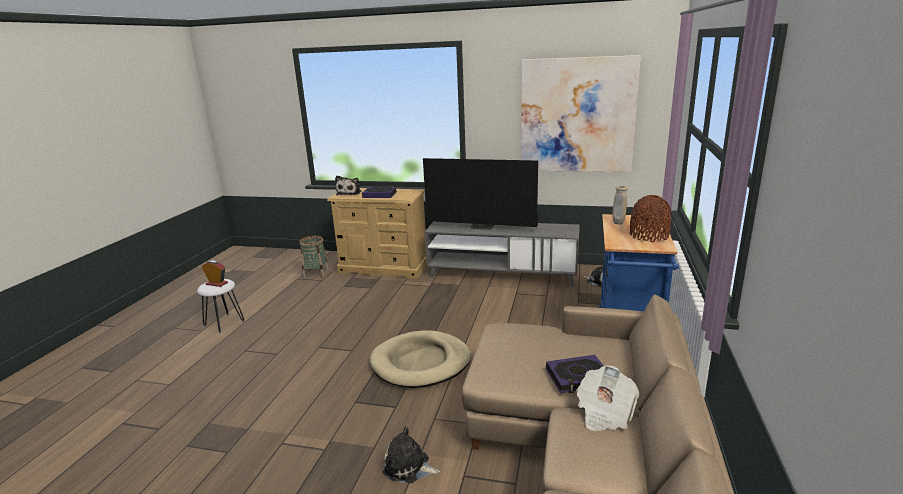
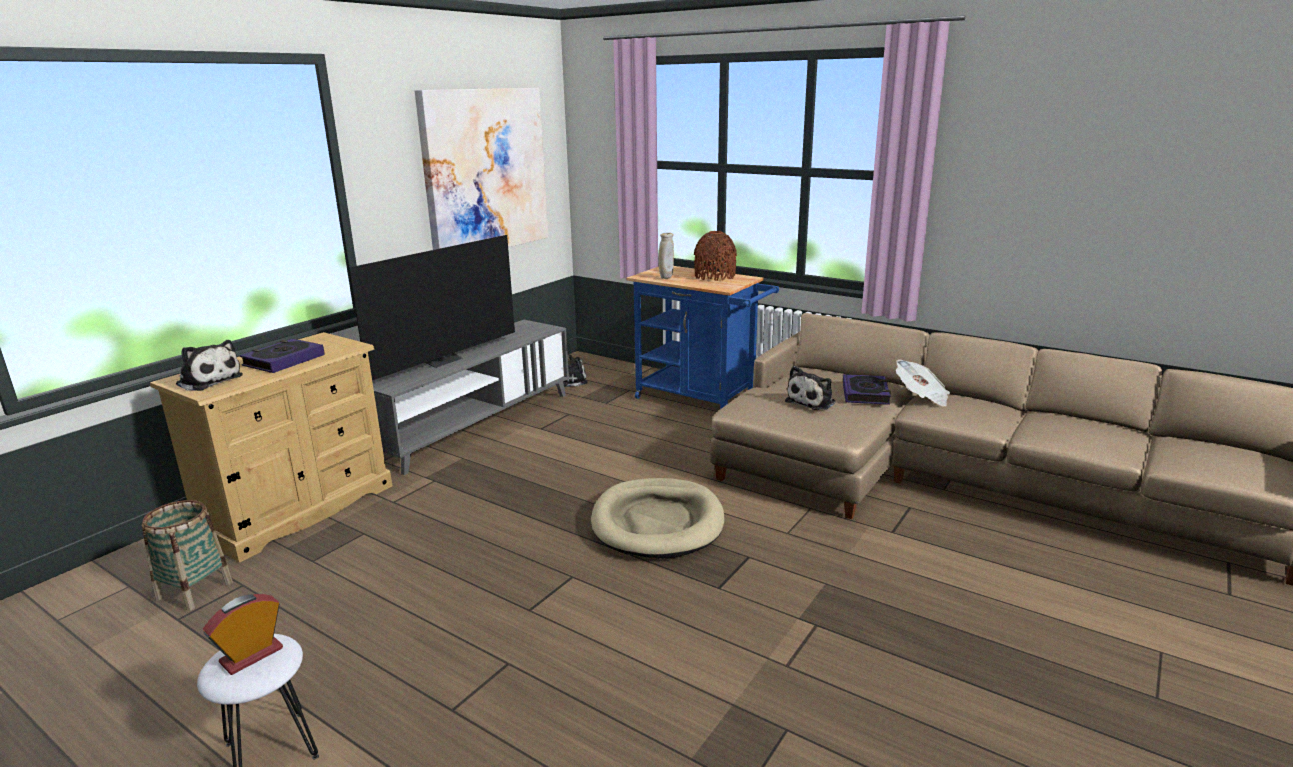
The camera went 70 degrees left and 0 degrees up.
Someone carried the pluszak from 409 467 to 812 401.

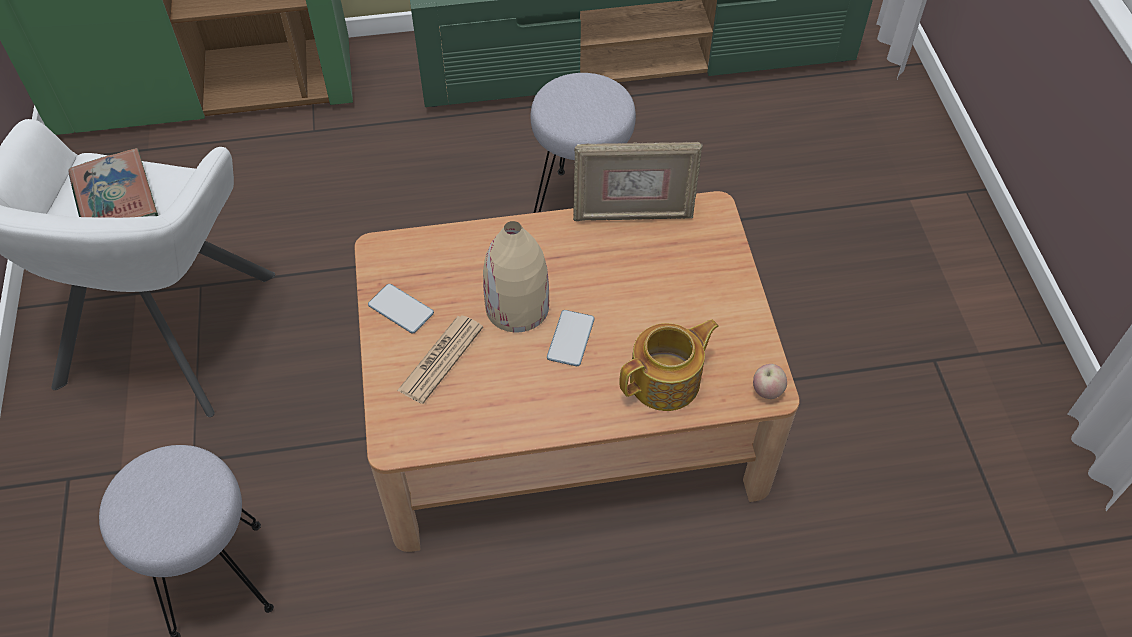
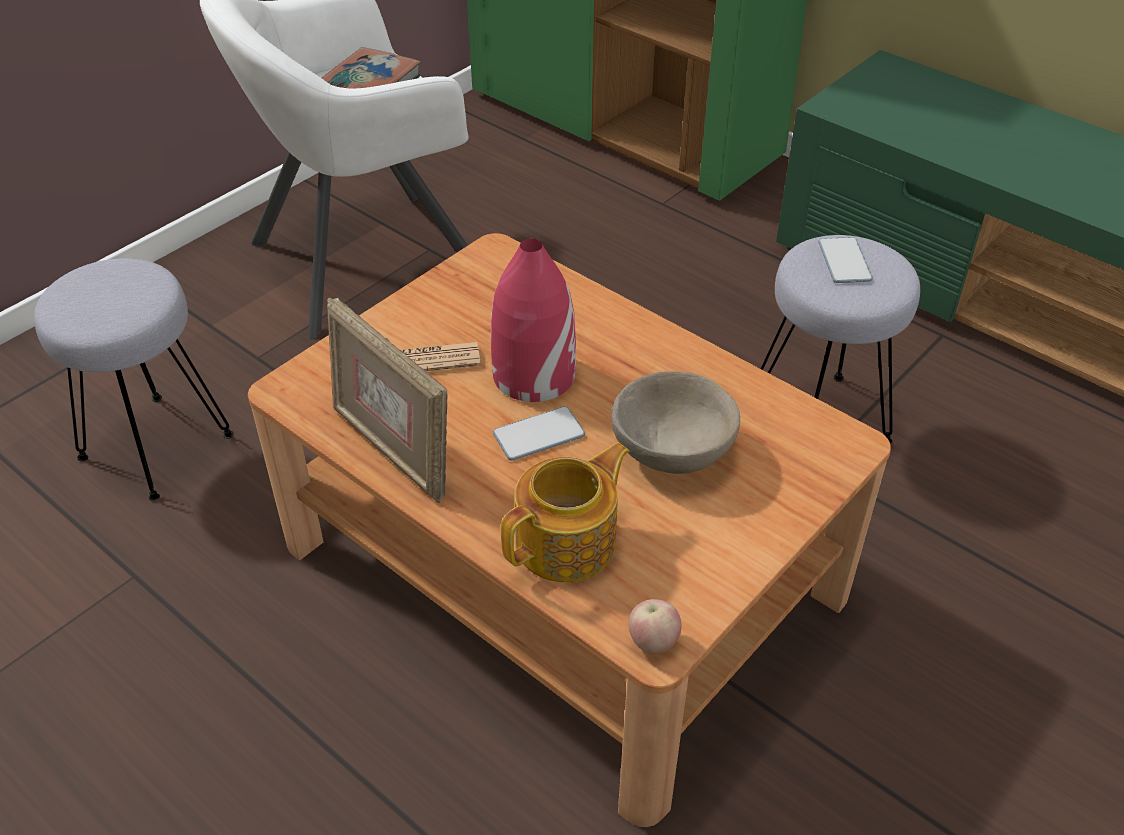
The camera went 50 degrees right and 10 degrees down.
Someone carried the telefon from 401 309 to 844 262.
Someone repainted the wazon (beżowy) at 517 307, which became the wazon (czerwony) at 533 375.
Someone carried the ramka na zdjęcie from 632 215 to 392 450.
Someone rotated the imbryk at 667 381 by 60 degrees counterclockwise.
Someone put down the miska (beżowy) at 673 450.

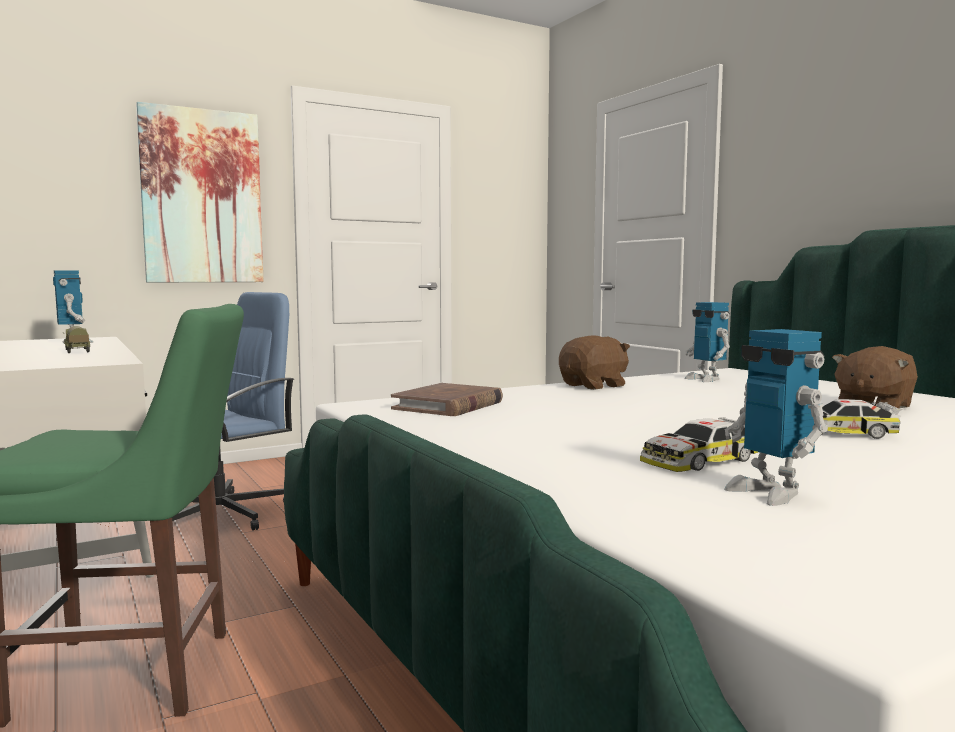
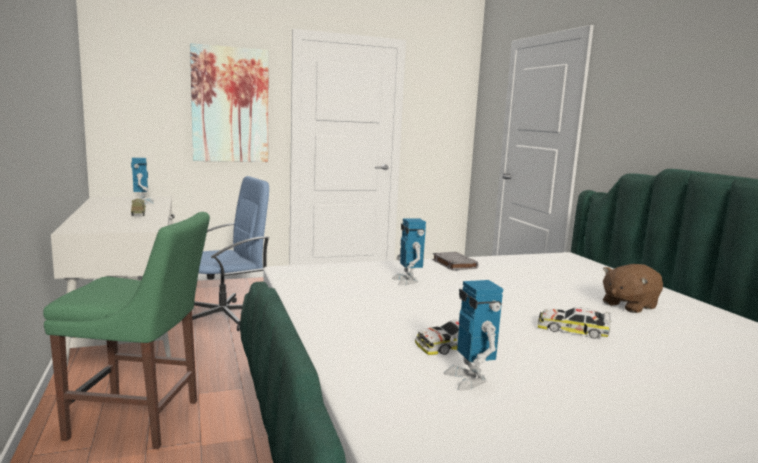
The camera went 10 degrees right and 5 degrees up.
Someone took away the książka (brązowy) at 448 405.
Someone swapped the pluszak (brązowy) at 594 386 for the książka (szary) at 454 264.
Someone carried the robot zabawkowy from 706 379 to 407 281.

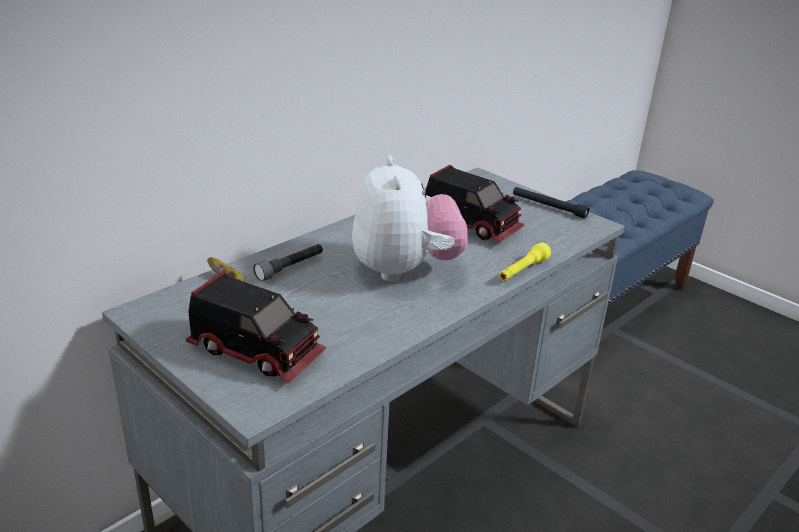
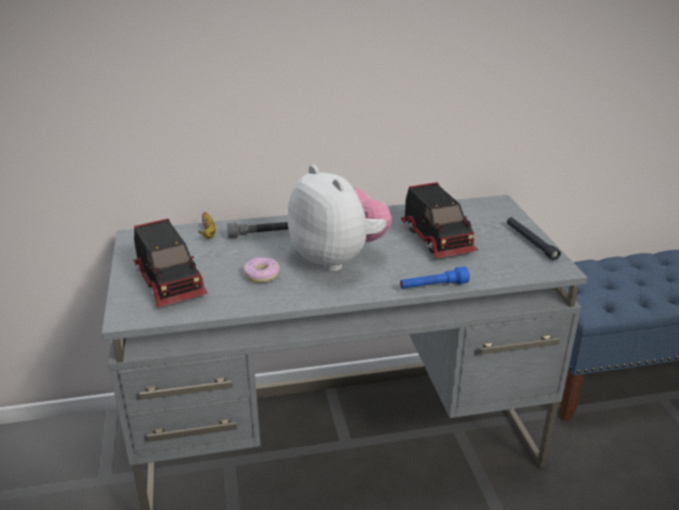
The camera went 35 degrees right and 0 degrees up.
Someone rotated the pluszak at 405 270 by 60 degrees counterclockwise.
Someone repainted the latarka (żółty) at 522 271, which became the latarka (niebieski) at 433 286.
Someone put down the donut at 261 275.

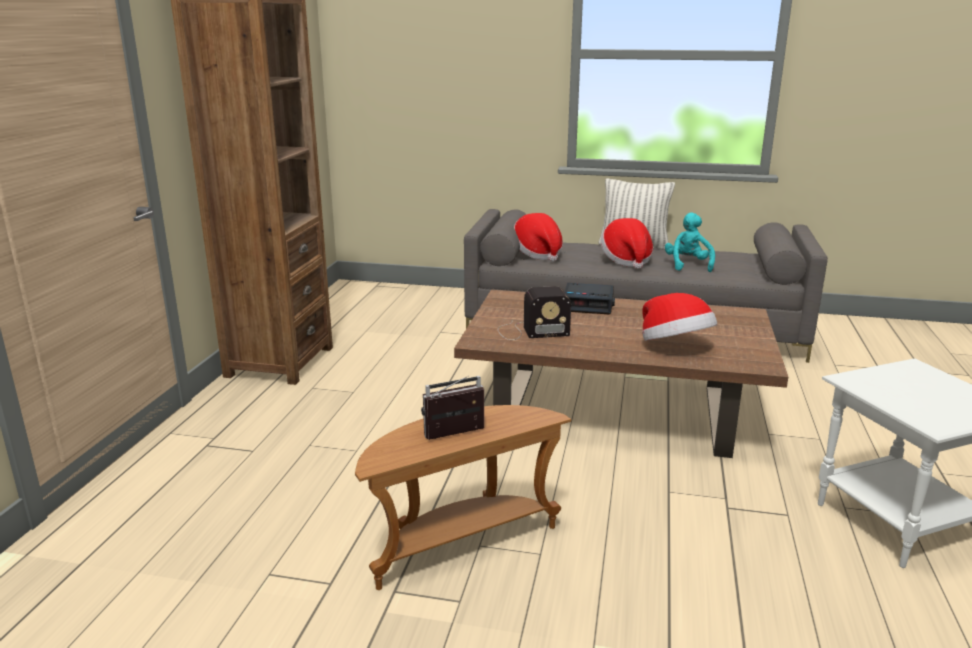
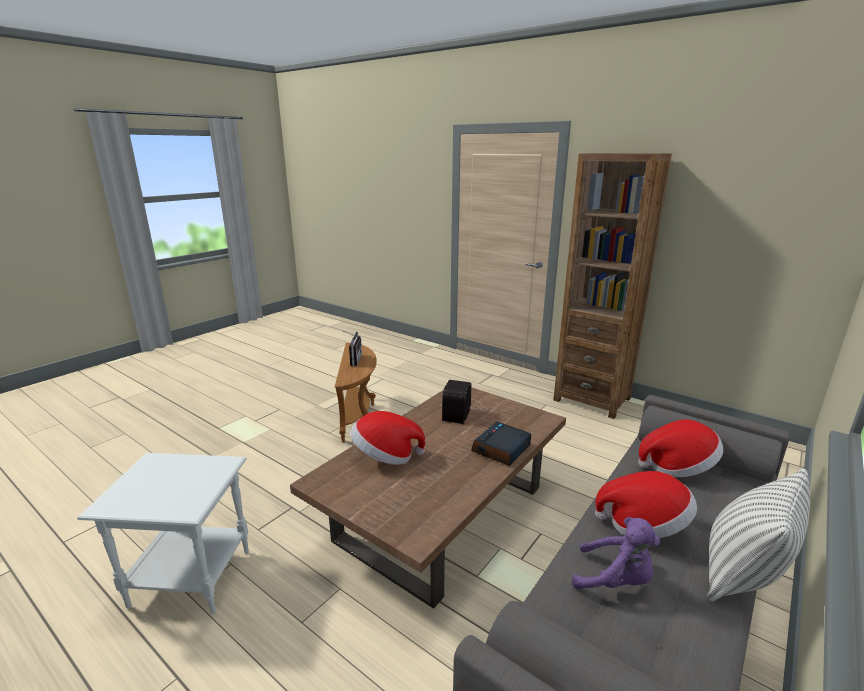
The camera went 115 degrees right and 0 degrees up.
Someone repainted the pluszak (turkusowy) at 688 265, which became the pluszak (fioletowy) at 615 580.

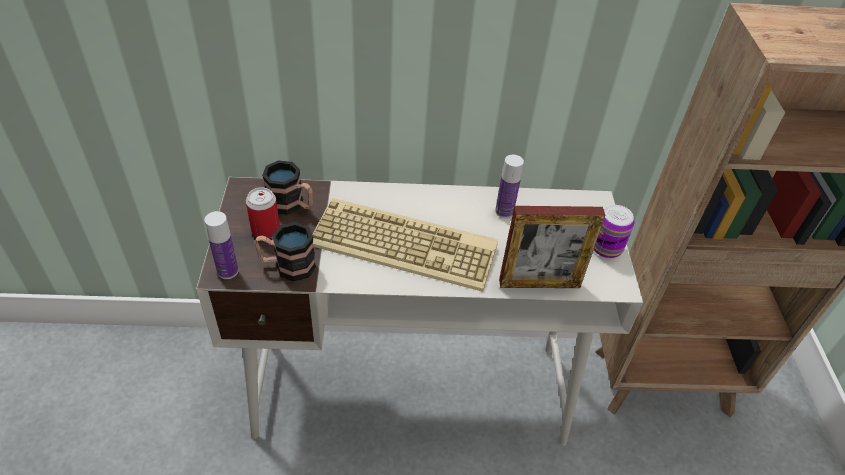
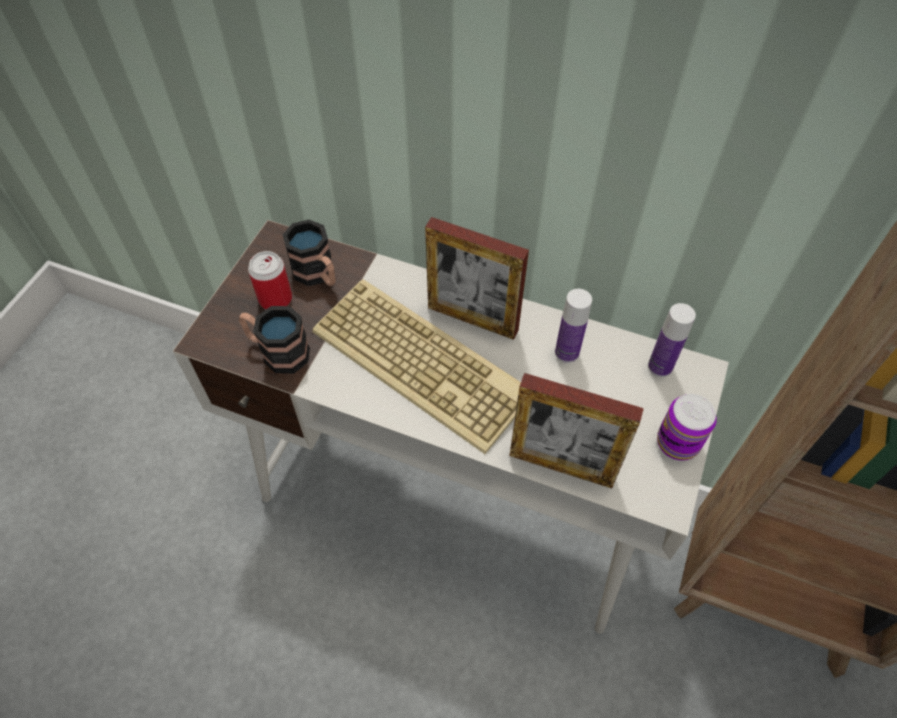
The camera went 25 degrees right and 10 degrees up.
Someone carried the butelka from 227 271 to 660 366.
Someone put down the ramka na zdjęcie at 472 319.

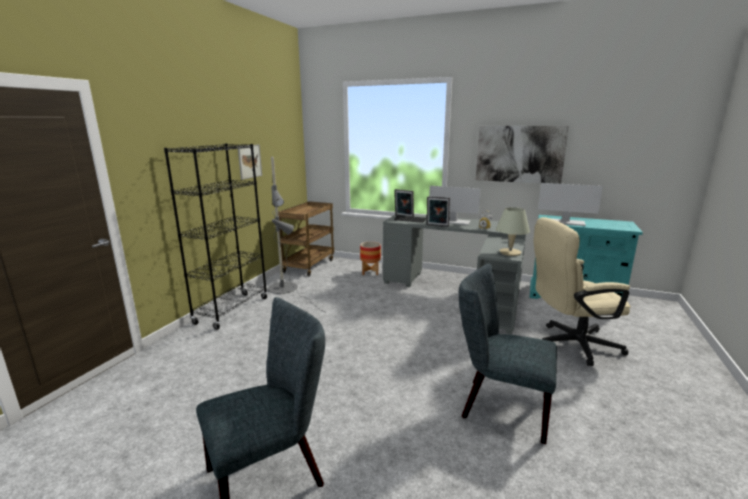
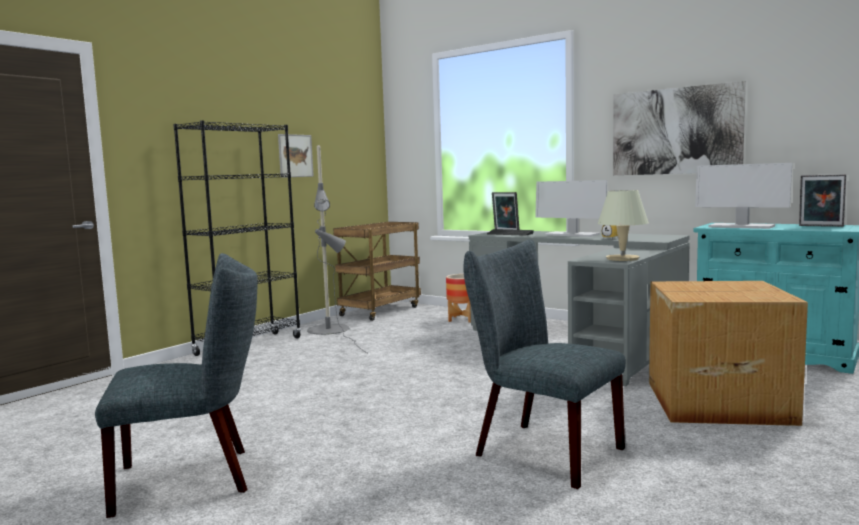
The camera went 15 degrees right and 10 degrees down.
Someone carried the ramka na zdjęcie from 437 226 to 820 226.
Someone swapped the krzesło biurowe (beżowy) at 570 344 for the karton at 715 401.

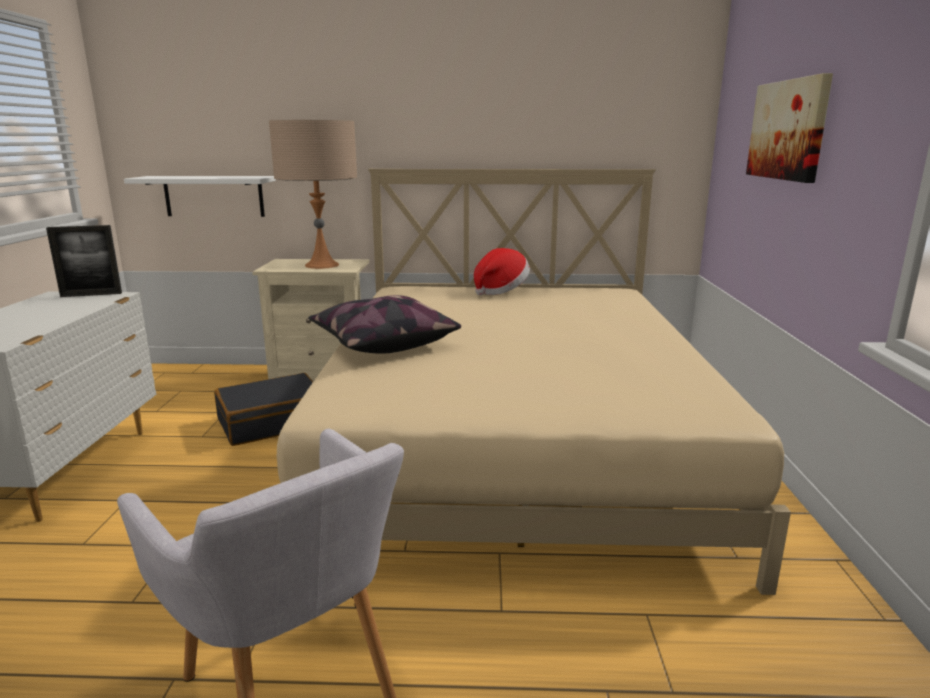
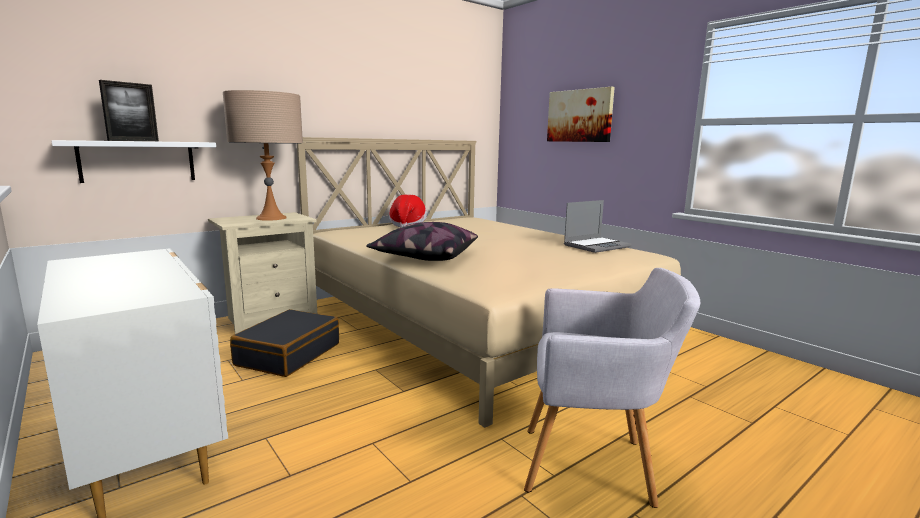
The camera went 40 degrees left and 5 degrees down.
Someone carried the ramka na zdjęcie from 91 294 to 134 141.
Someone put down the laptop at 596 246.

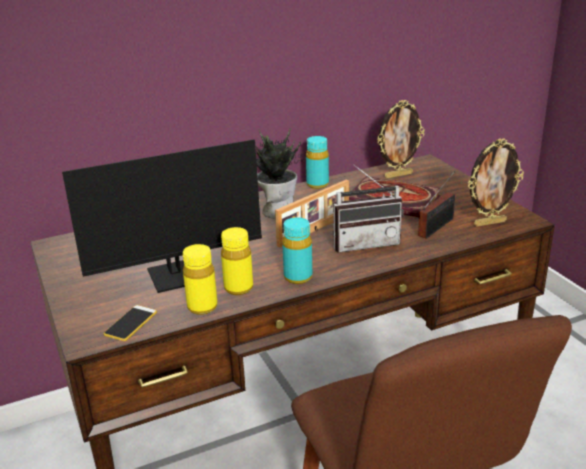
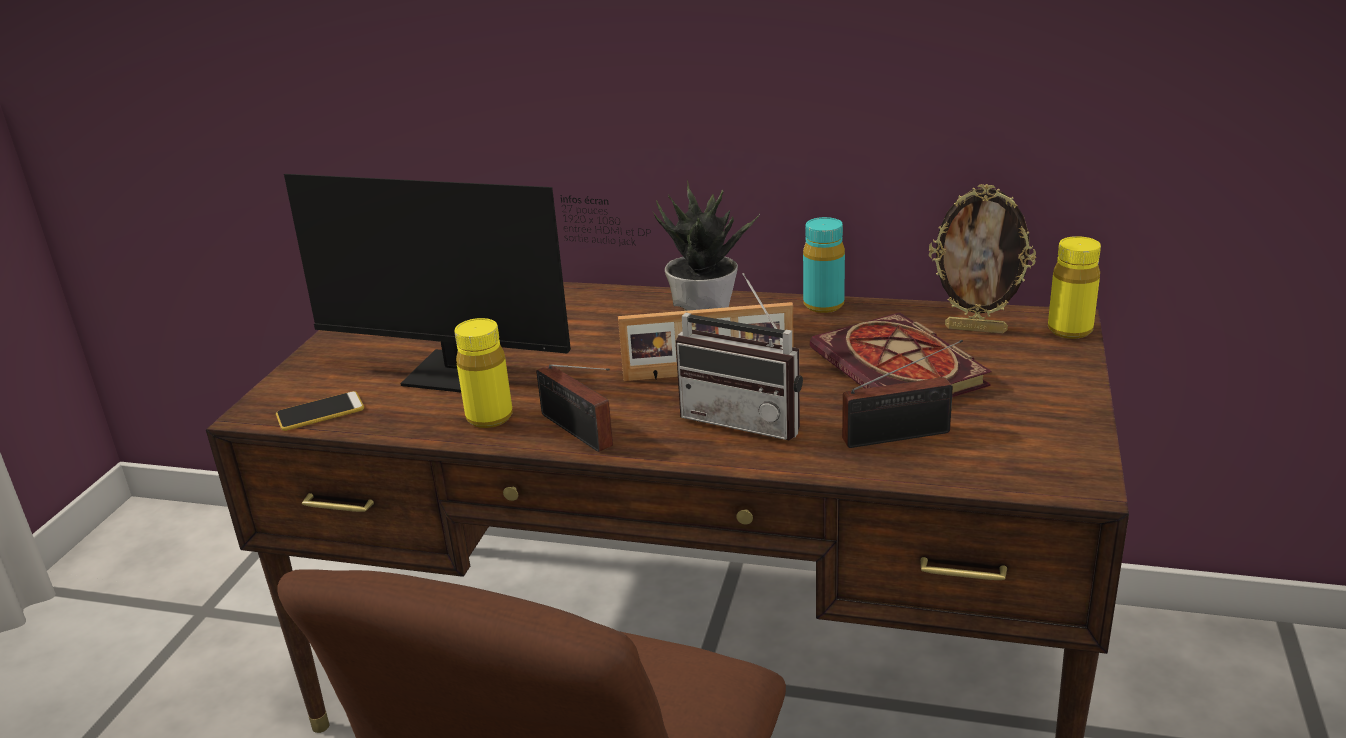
The camera went 40 degrees right and 0 degrees up.
Someone carried the butelka (żółty) from 202 307 to 1070 330.
Someone swapped the butelka (turkusowy) at 298 277 for the radio at 579 432.
Someone took away the ramka na zdjęcie at 489 223.

